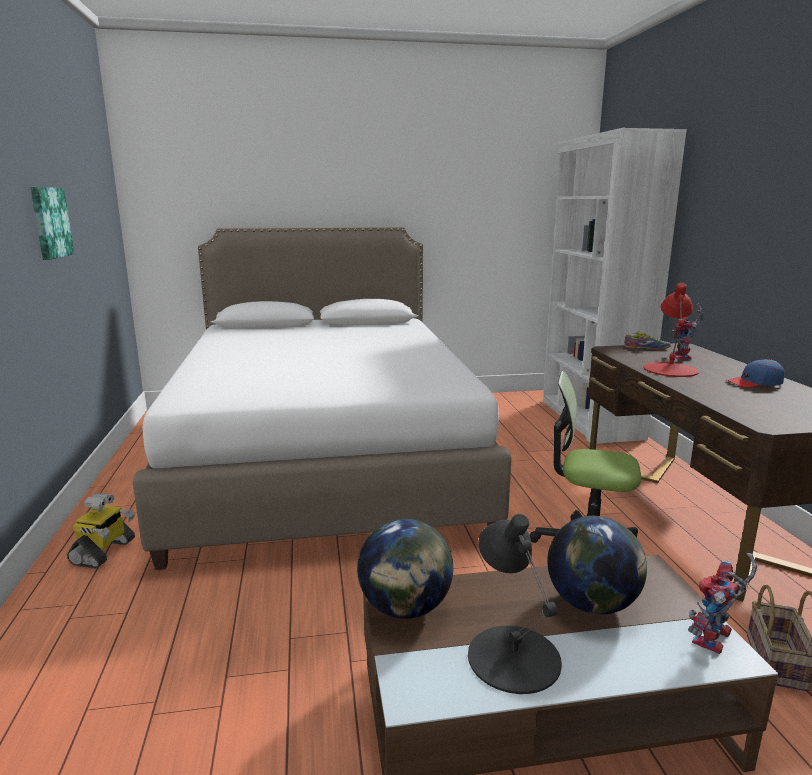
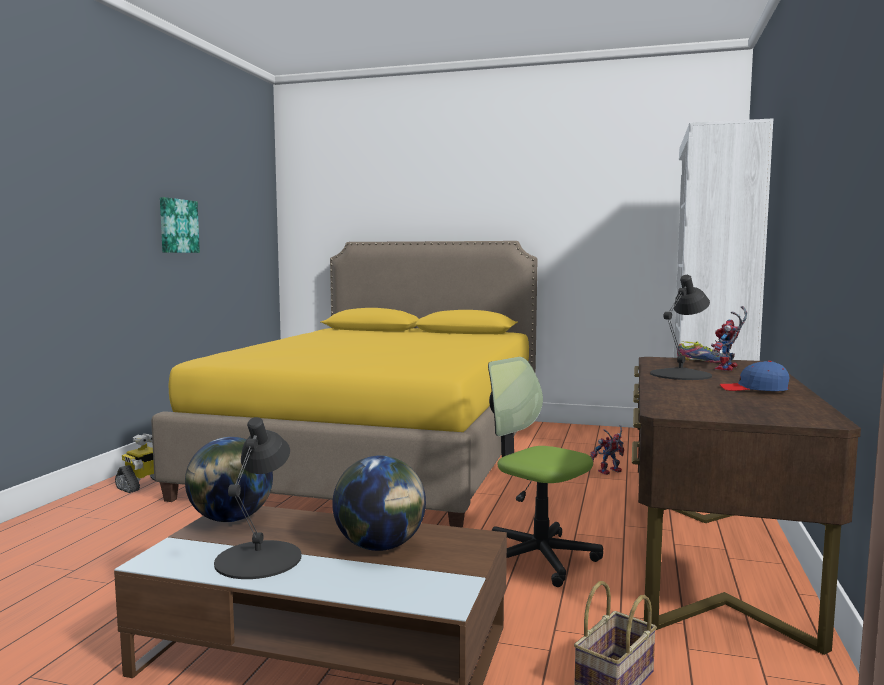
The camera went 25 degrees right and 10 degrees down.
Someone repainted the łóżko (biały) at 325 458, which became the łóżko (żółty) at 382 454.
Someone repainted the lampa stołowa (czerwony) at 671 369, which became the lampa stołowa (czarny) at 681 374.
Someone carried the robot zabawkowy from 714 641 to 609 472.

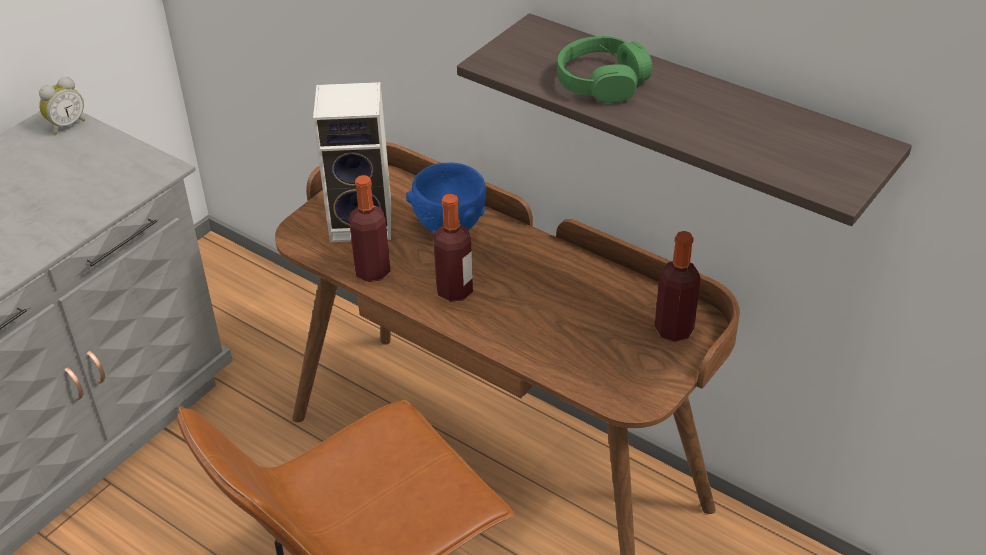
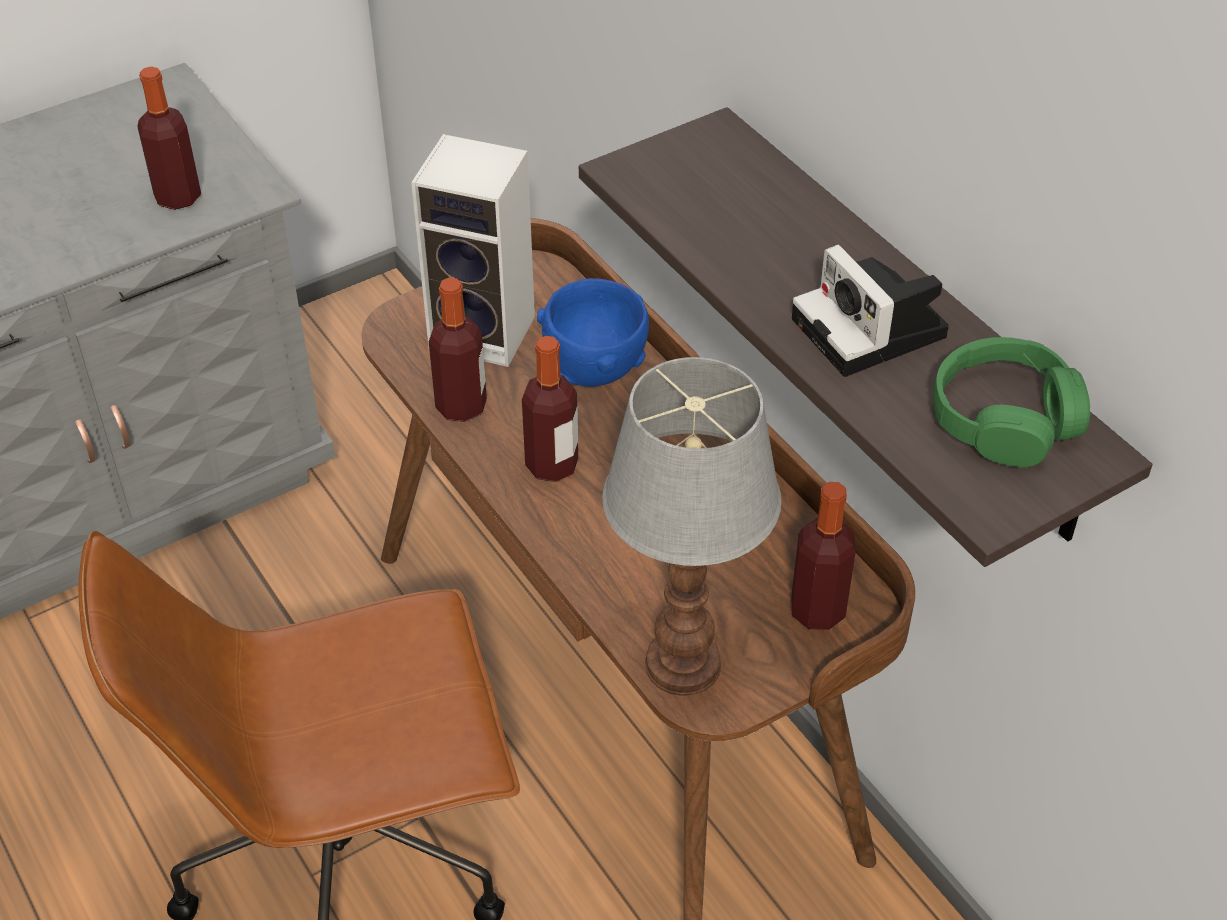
The camera went 20 degrees right and 5 degrees up.
Someone took away the budzik at 66 125.
Someone carried the słuchawki (zielony) from 602 82 to 1005 418.
Someone put down the butelka at 178 197.
Someone put down the lampa stołowa at 685 665.
Someone put down the aparat fotograficzny at 873 331.

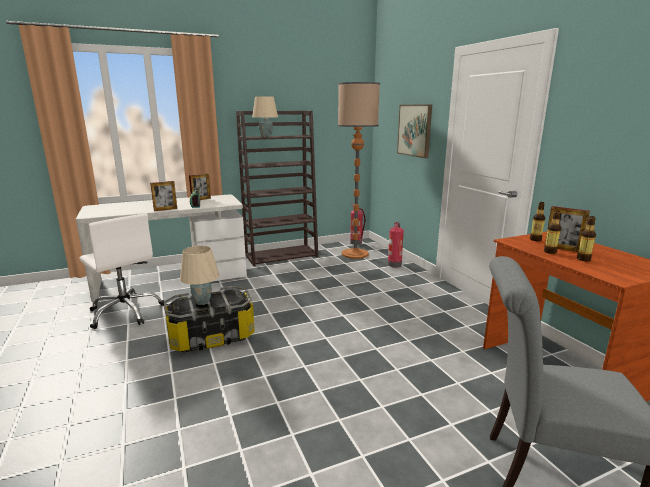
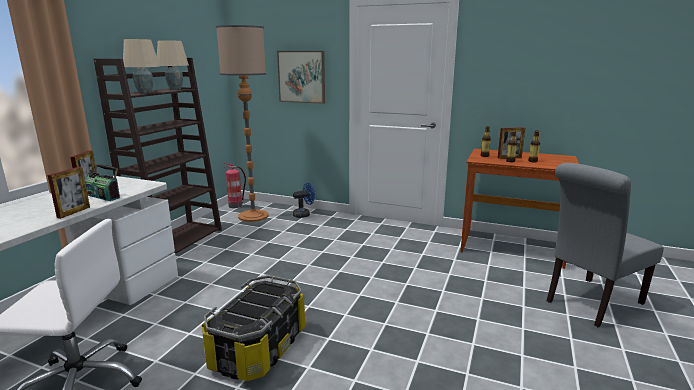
The camera went 45 degrees left and 0 degrees up.
Someone carried the lampa stołowa (beżowy) from 202 302 to 175 89.
Someone swapped the gaśnica at 394 264 for the wentylator (niebieski) at 304 214.

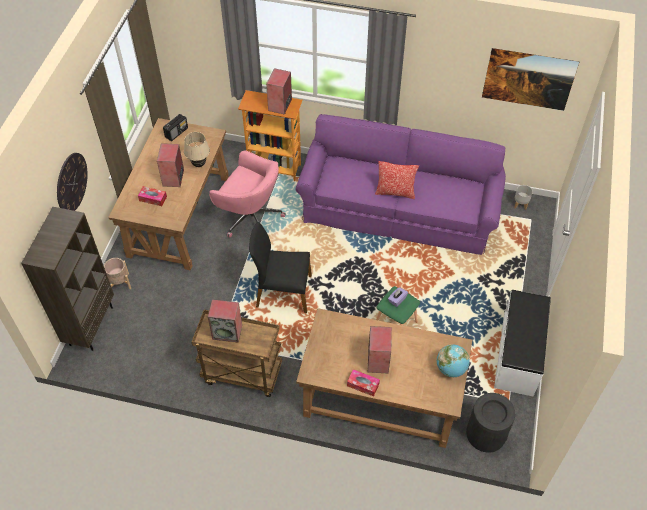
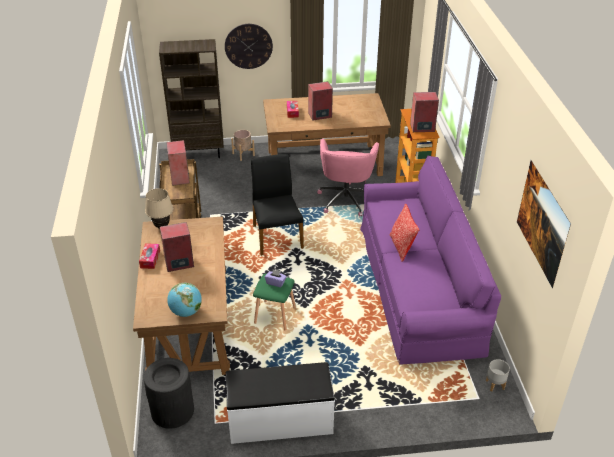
The camera went 70 degrees right and 15 degrees down.
Someone took away the radio at 176 132.
Someone carried the lampa stołowa (beżowy) from 199 164 to 161 226.

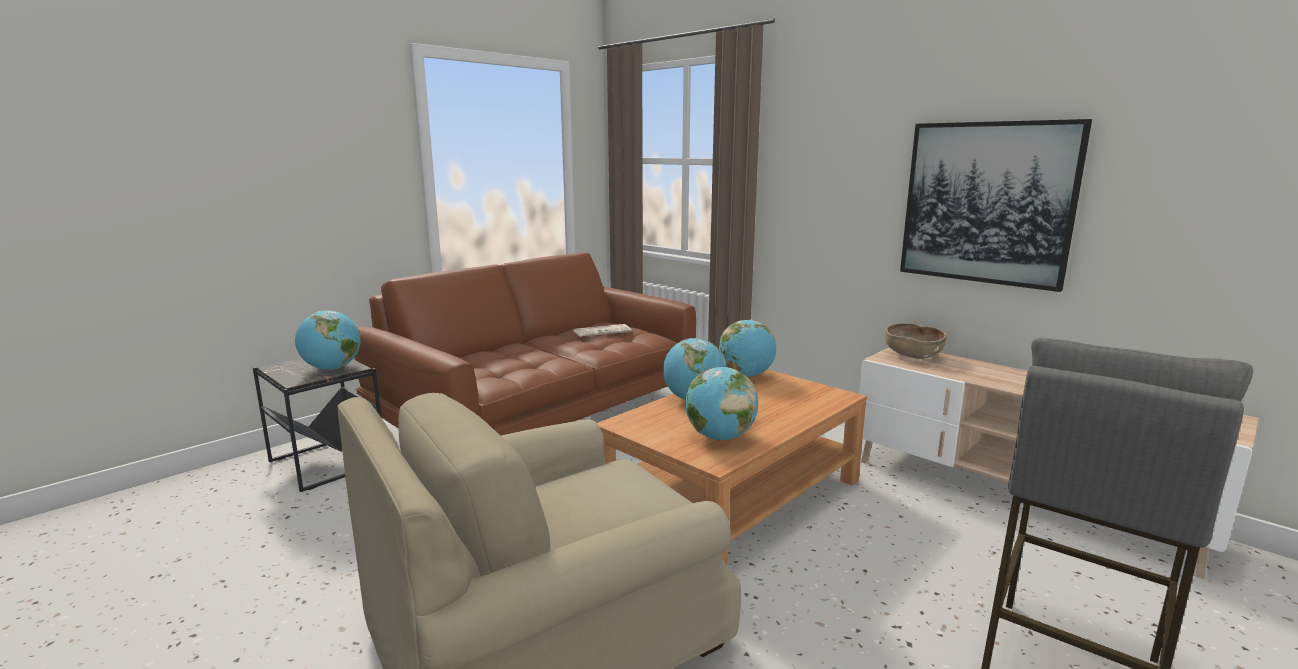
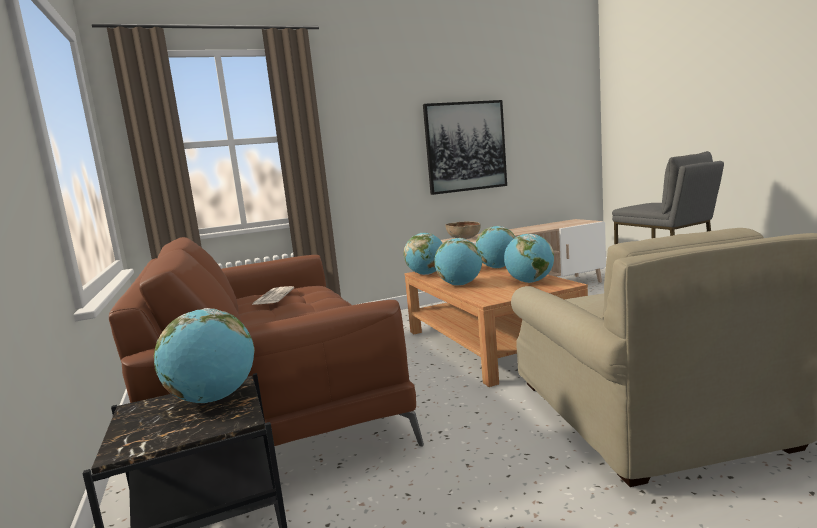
The camera went 65 degrees left and 5 degrees down.
Someone put down the globus at 498 268.

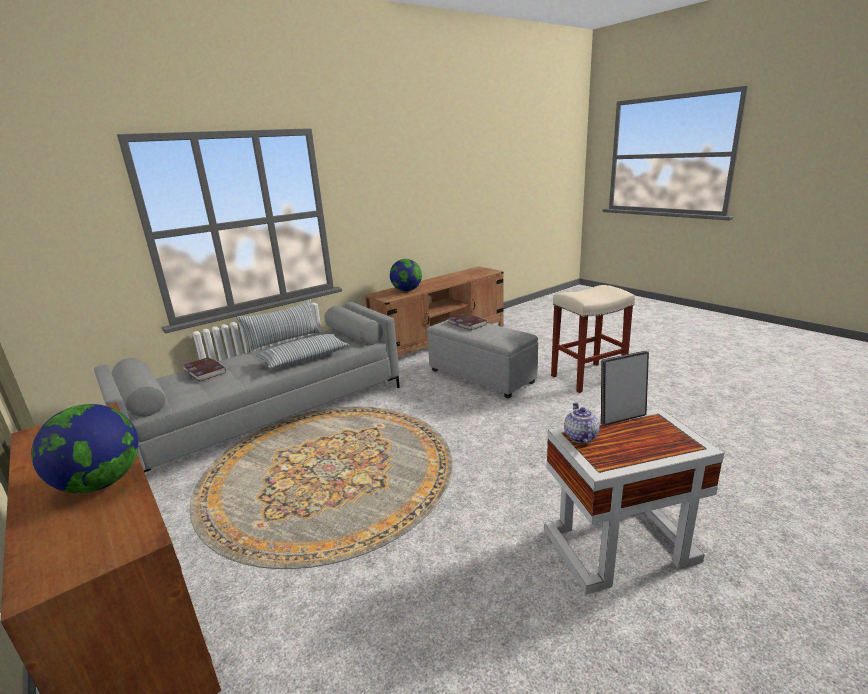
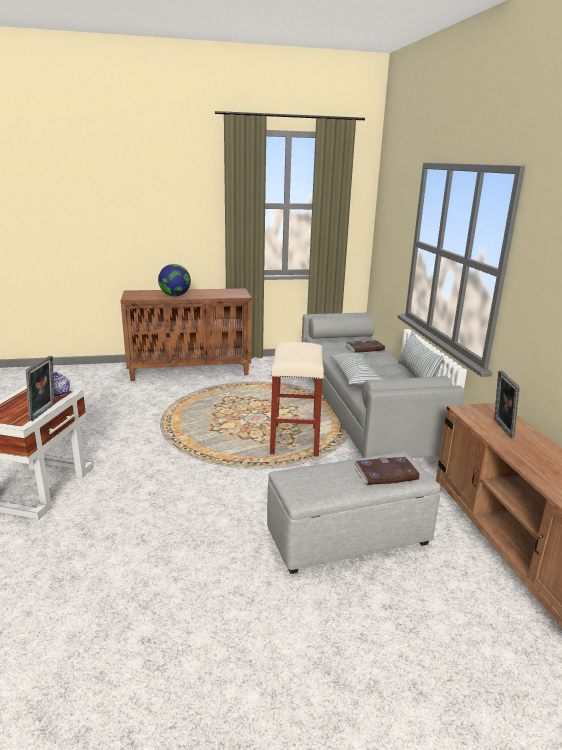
The camera went 115 degrees right and 0 degrees up.
Someone swapped the globus at 407 290 for the ramka na zdjęcie at 501 428.
Someone carried the stołek (beżowy) from 588 377 to 295 441.

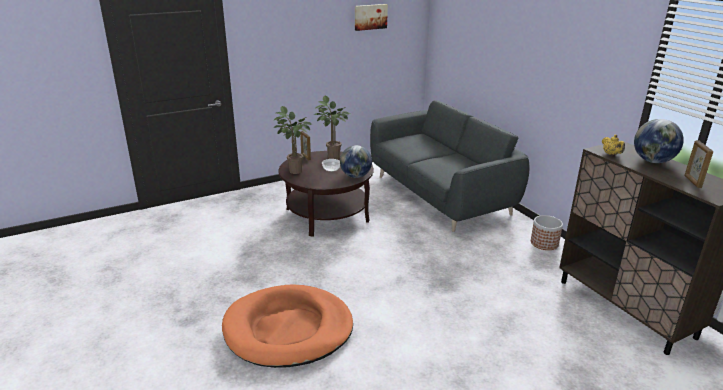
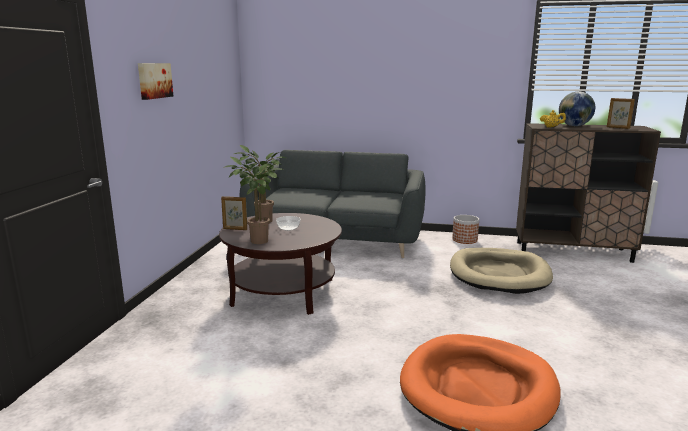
The camera went 50 degrees left and 10 degrees down.
Someone took away the globus at 355 176.
Someone carried the obraz from 370 17 to 154 80.
Someone put down the legowisko (beżowy) at 499 274.

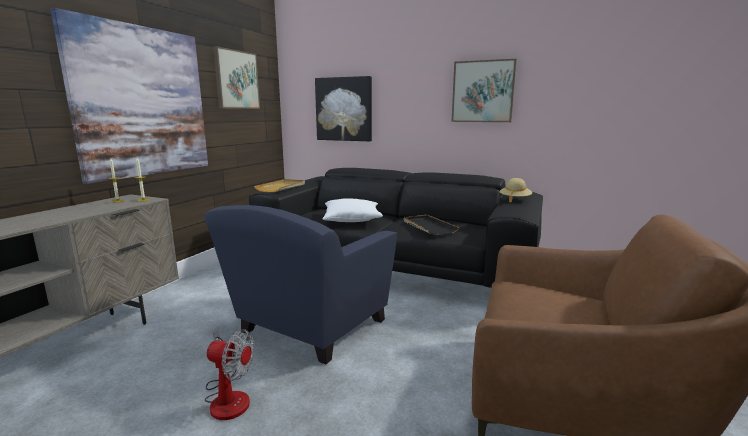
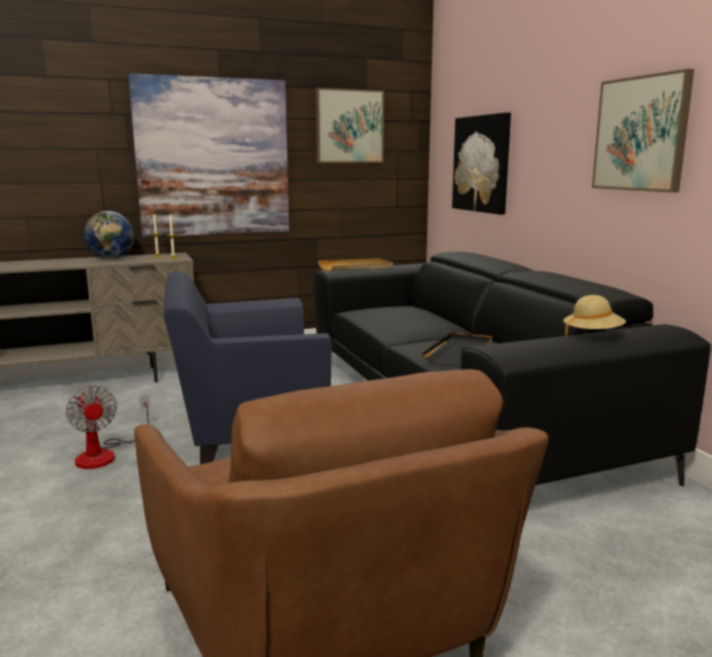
The camera went 45 degrees right and 0 degrees up.
Someone took away the poduszka (biały) at 352 219.
Someone put down the globus at 111 258.

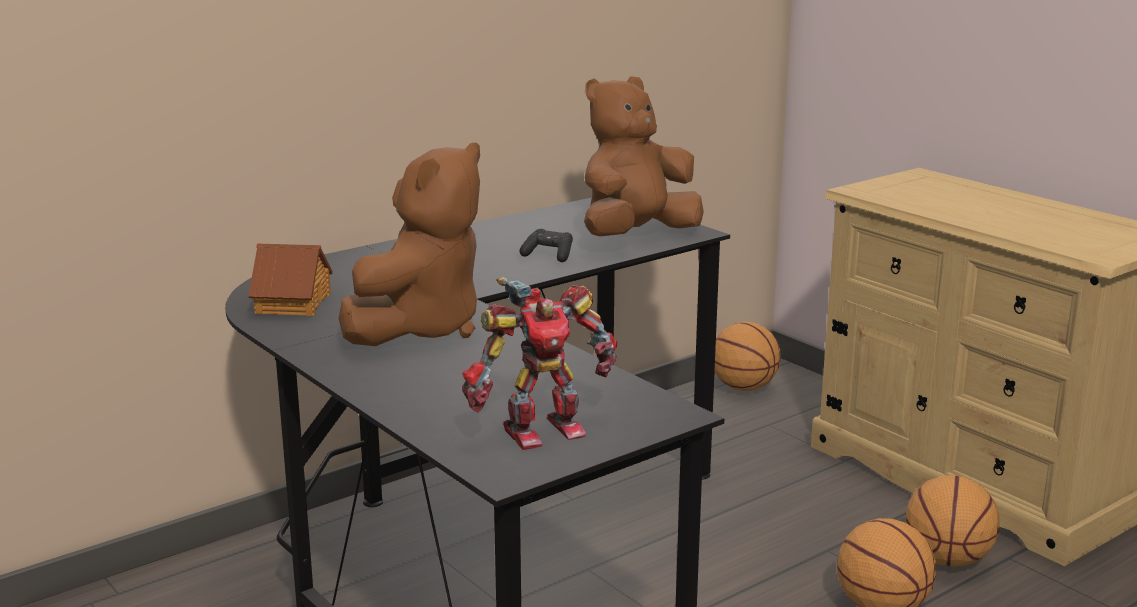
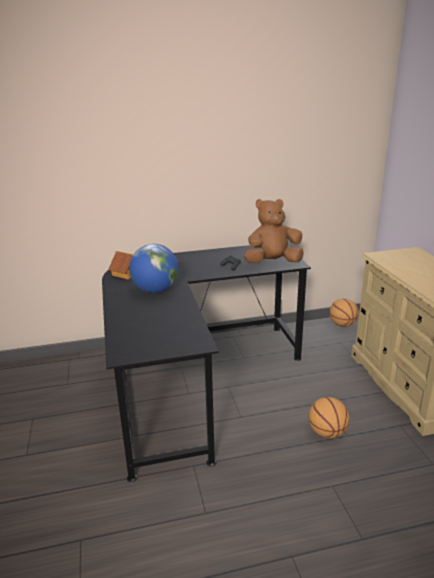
The camera went 25 degrees right and 5 degrees up.
Someone swapped the pluszak (brązowy) at 420 328 for the globus at 156 290.
Someone took away the robot zabawkowy at 540 430.
Someone took away the piłka do koszykówki at 948 560.

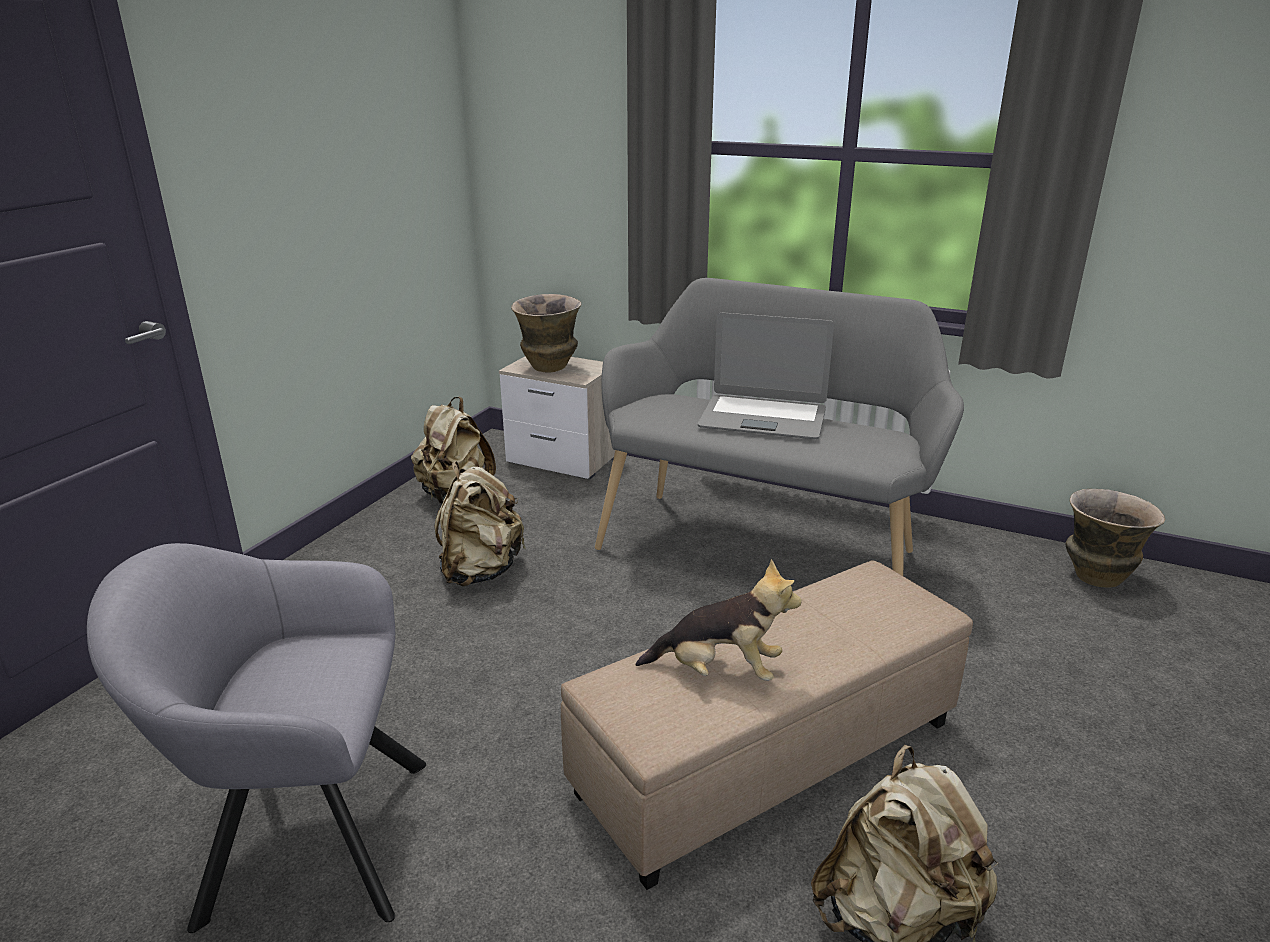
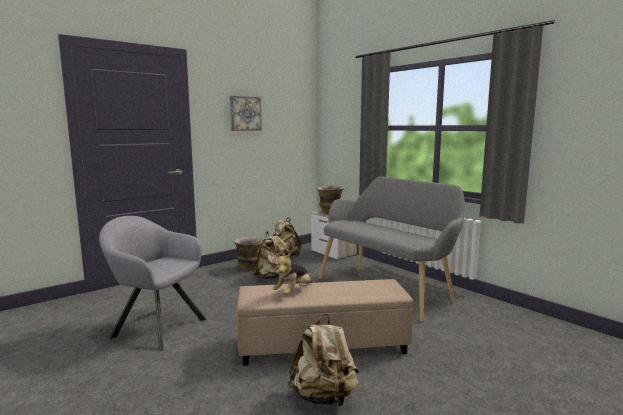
The camera went 25 degrees right and 15 degrees down.
Someone rotated the pluszak at 719 671 by 90 degrees clockwise.
Someone took away the laptop at 763 418.
Someone carried the wazon from 1097 576 to 250 268.
Someone put up the obraz at 245 113.

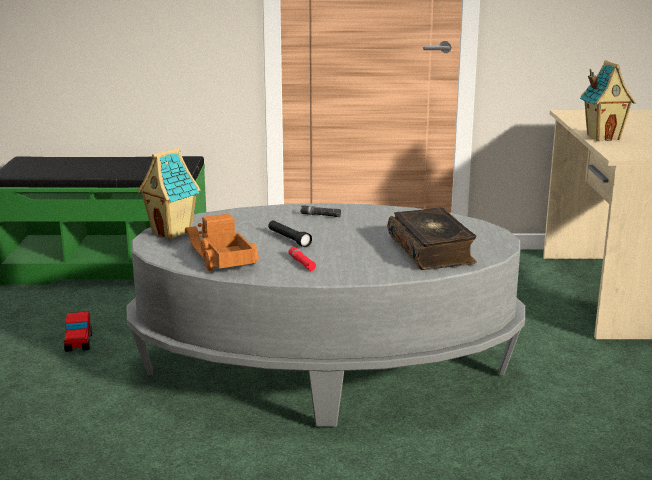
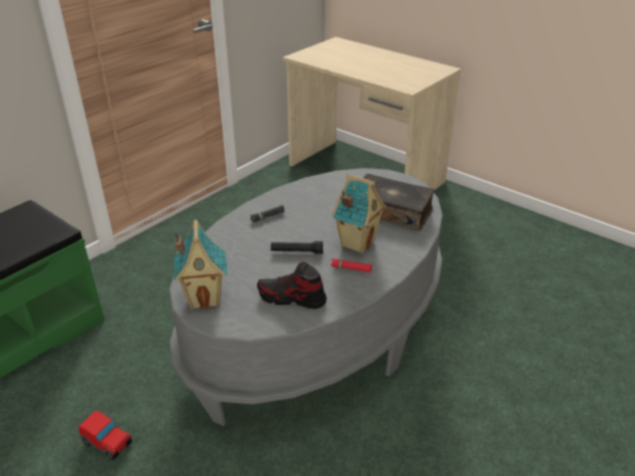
The camera went 50 degrees left and 15 degrees up.
Someone swapped the ciężarówka zabawkowa at 220 257 for the but at 291 298.
Someone carried the domek from 603 137 to 356 243.

